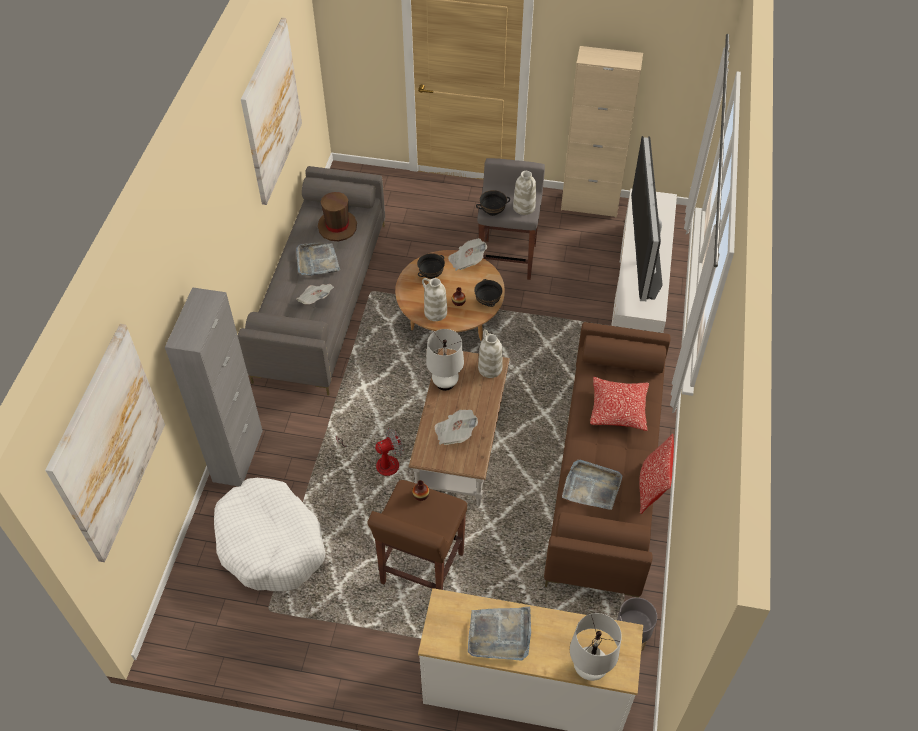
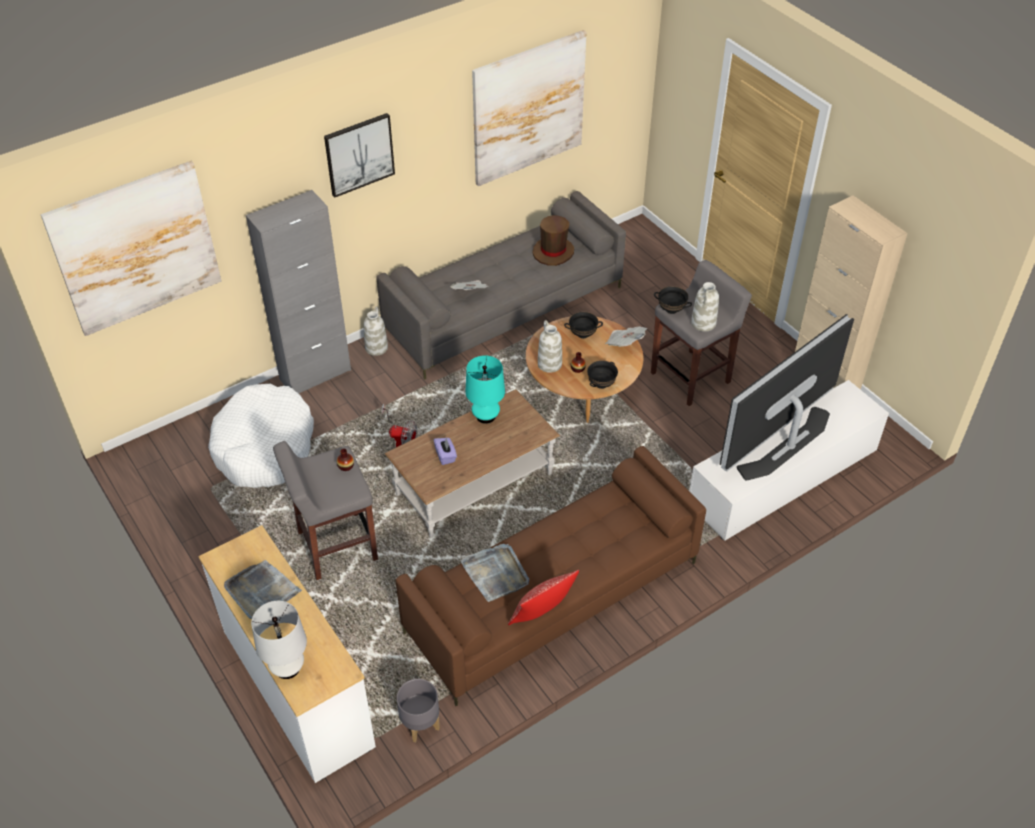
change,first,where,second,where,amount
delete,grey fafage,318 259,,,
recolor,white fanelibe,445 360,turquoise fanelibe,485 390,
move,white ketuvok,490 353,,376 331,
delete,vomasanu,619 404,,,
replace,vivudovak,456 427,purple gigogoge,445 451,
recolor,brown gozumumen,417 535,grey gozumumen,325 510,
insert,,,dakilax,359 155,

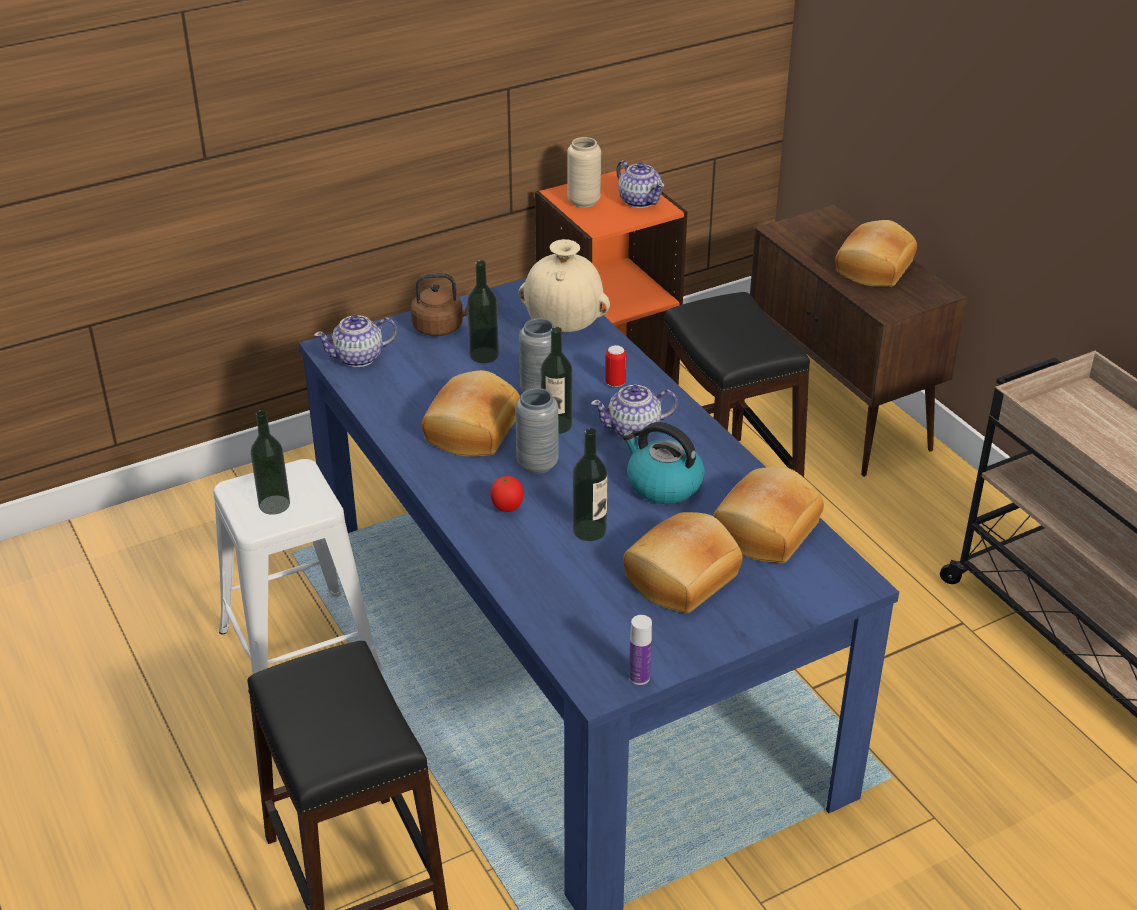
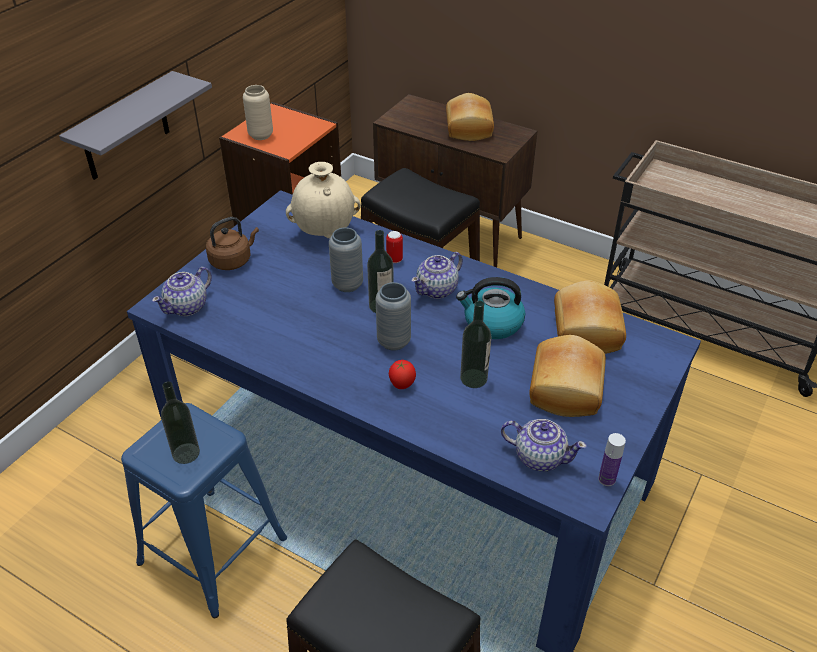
change,first,where,second,where,amount
move,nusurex,640 184,,544 445,
delete,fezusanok,483 311,,,
delete,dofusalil,470 413,,,
recolor,white gozumumen,298 567,blue gozumumen,204 510,
insert,,,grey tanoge,135 125,

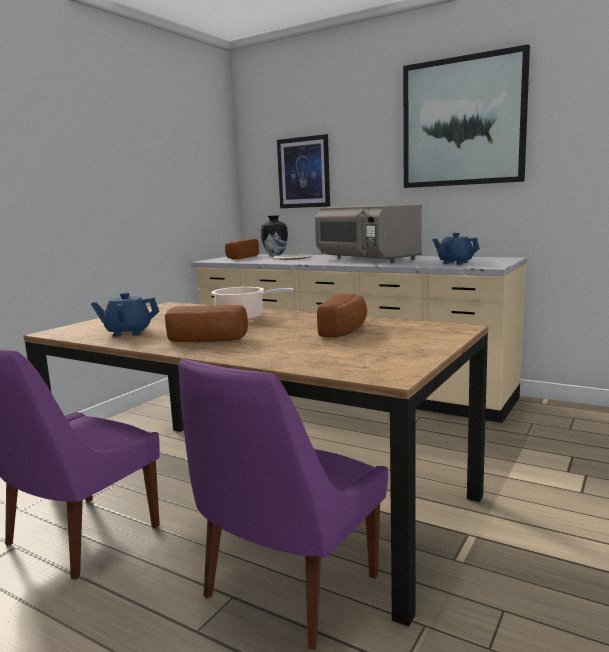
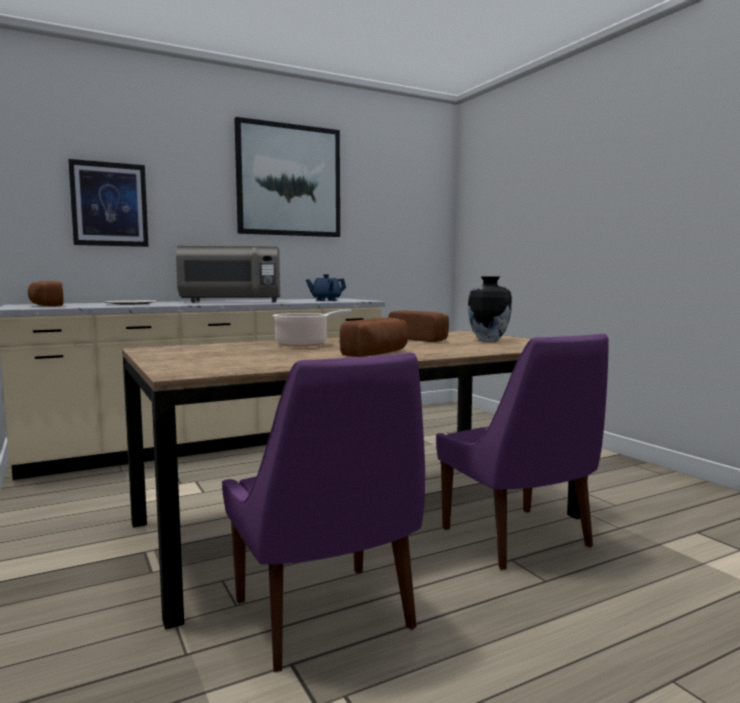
change,first,where,second,where,amount
move,ketuvok,274 235,,490 309,
delete,blue nusurex,125 314,,,

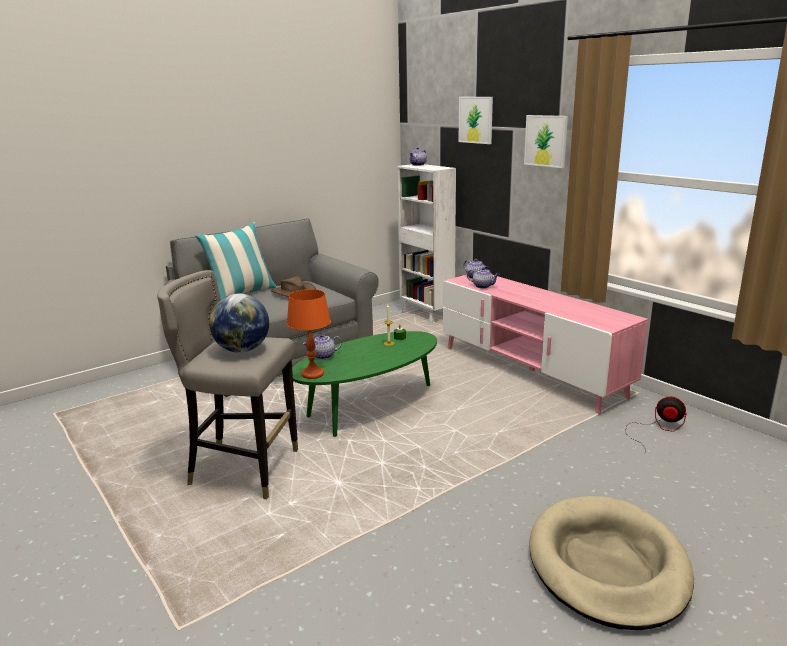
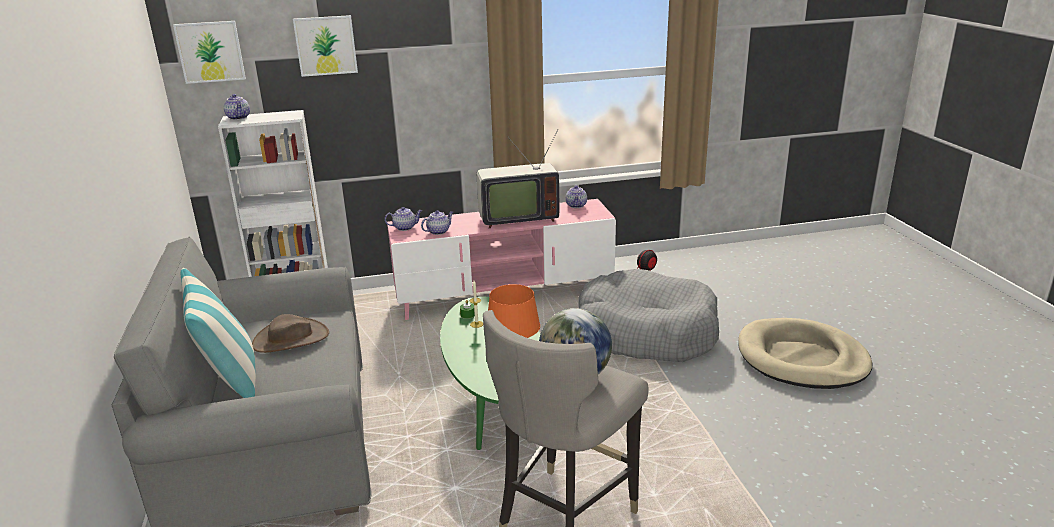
change,first,where,second,where,amount
move,dakilax,546 141,,209 52,
move,nusurex,322 347,,576 196,
insert,,,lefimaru,518 179,
insert,,,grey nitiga,648 315,

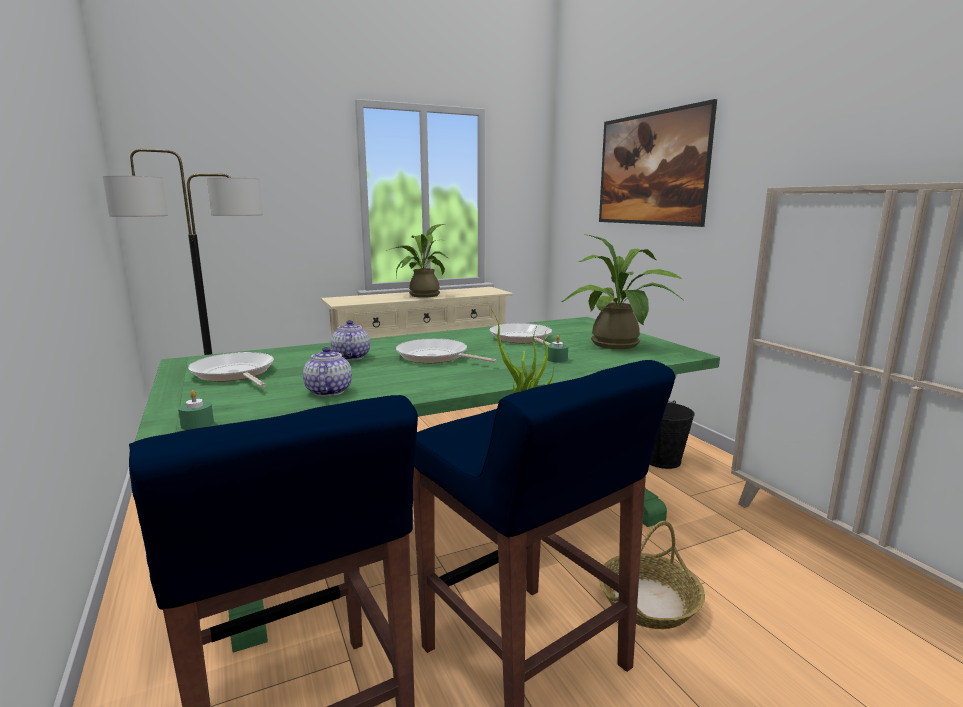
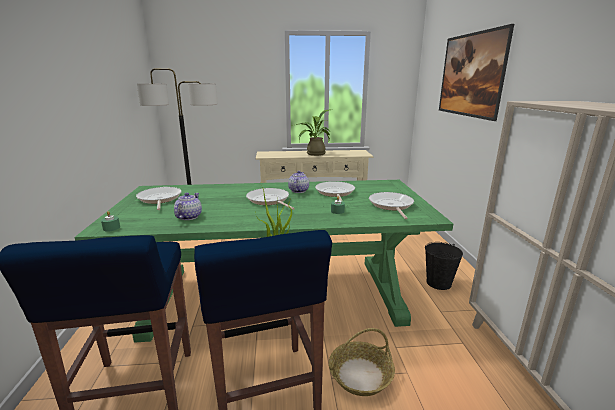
change,first,where,second,where,amount
replace,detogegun,622 291,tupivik,391 205,
move,nusurex,350 340,,298 182,

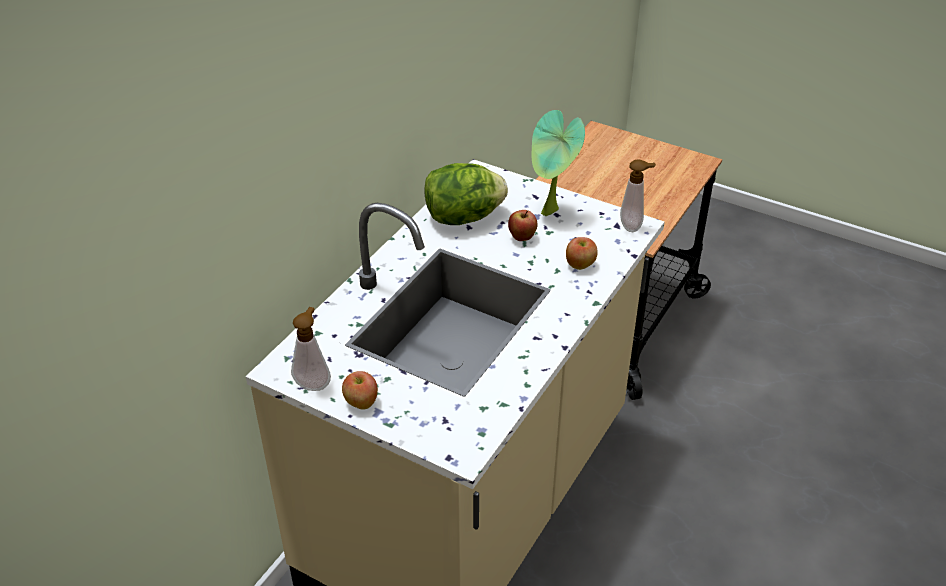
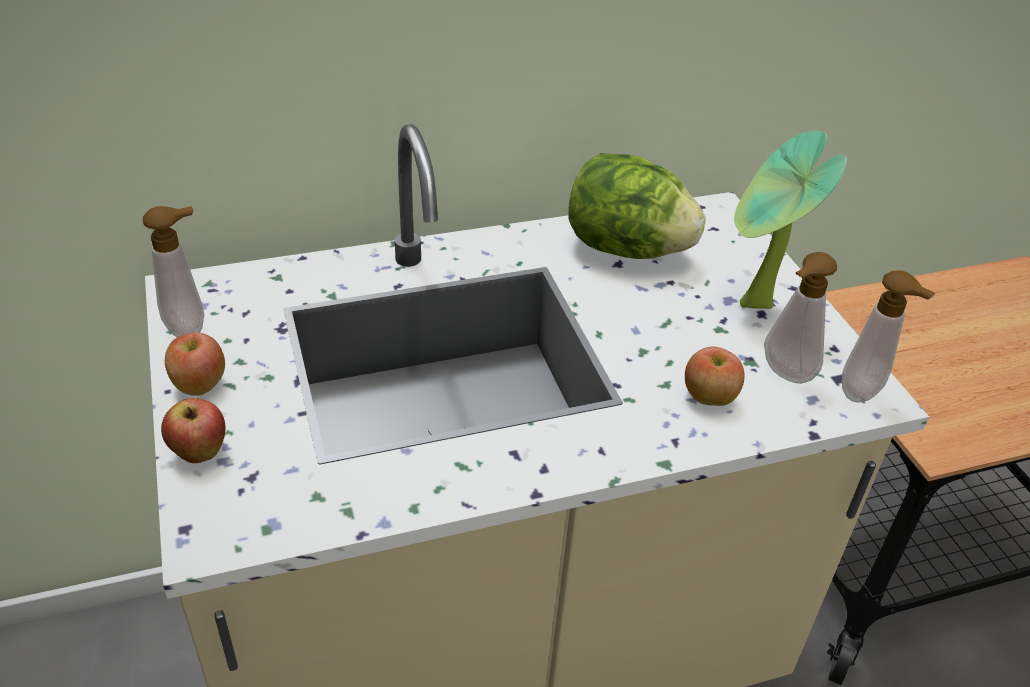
change,first,where,second,where,amount
move,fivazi,522 225,,193 430,
insert,,,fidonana,800 318,

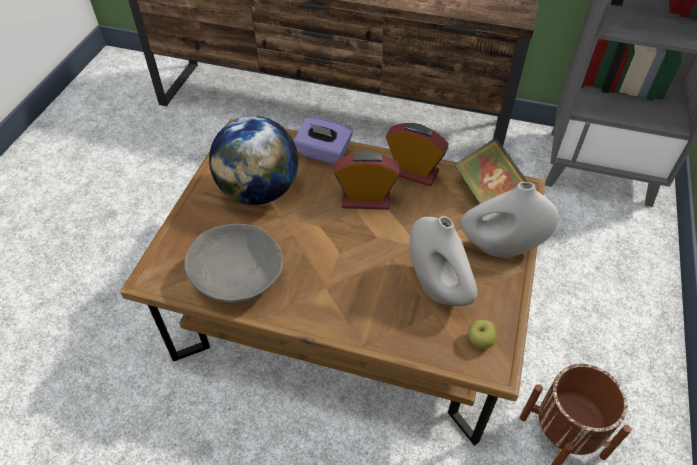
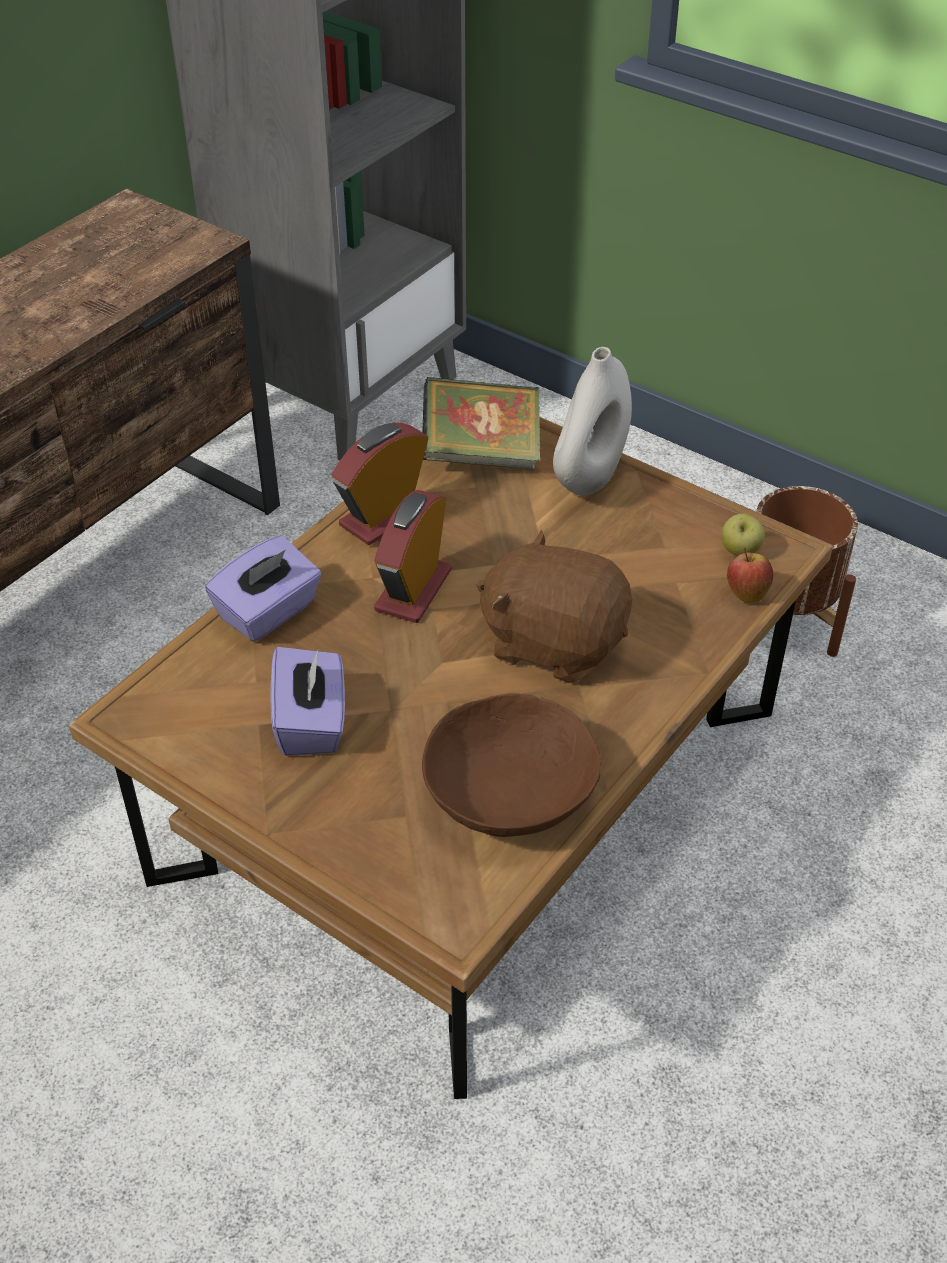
change,first,where,second,where,amount
replace,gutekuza,254 160,purple gigogoge,308 701,
delete,white ketuvok,444 261,,,
recolor,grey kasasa,233 263,brown kasasa,512 765,
insert,,,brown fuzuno,554 606,
insert,,,fivazi,750 574,

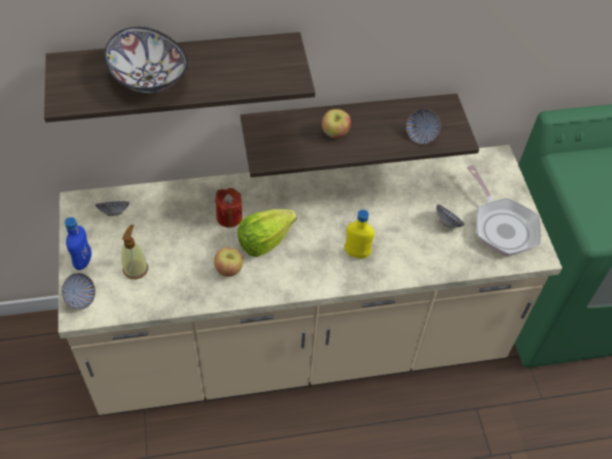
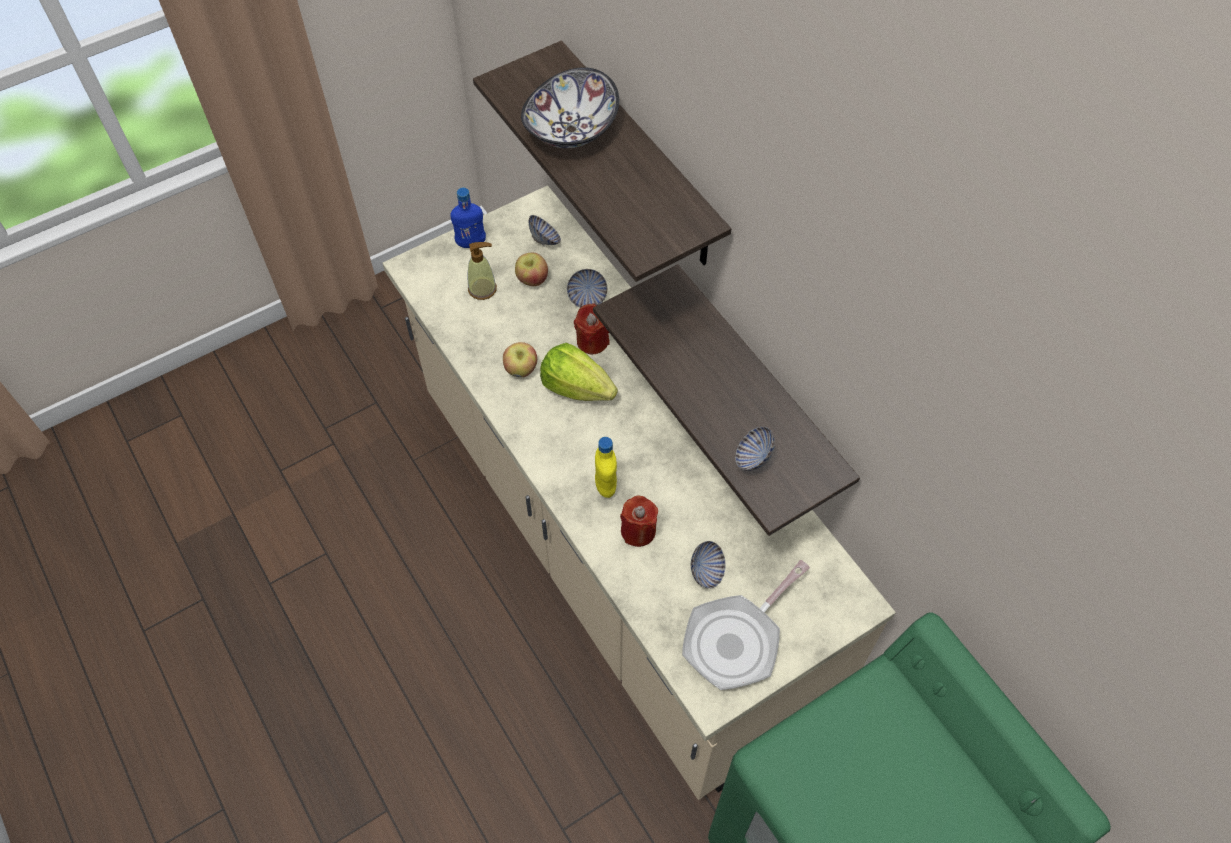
change,first,where,second,where,amount
move,fivazi,336 123,,531 269,
move,kasasa,79 291,,587 288,
insert,,,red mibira,639 521,

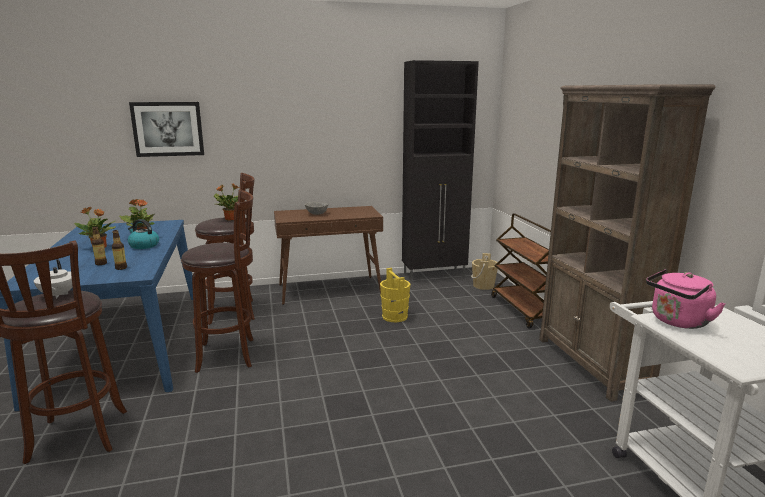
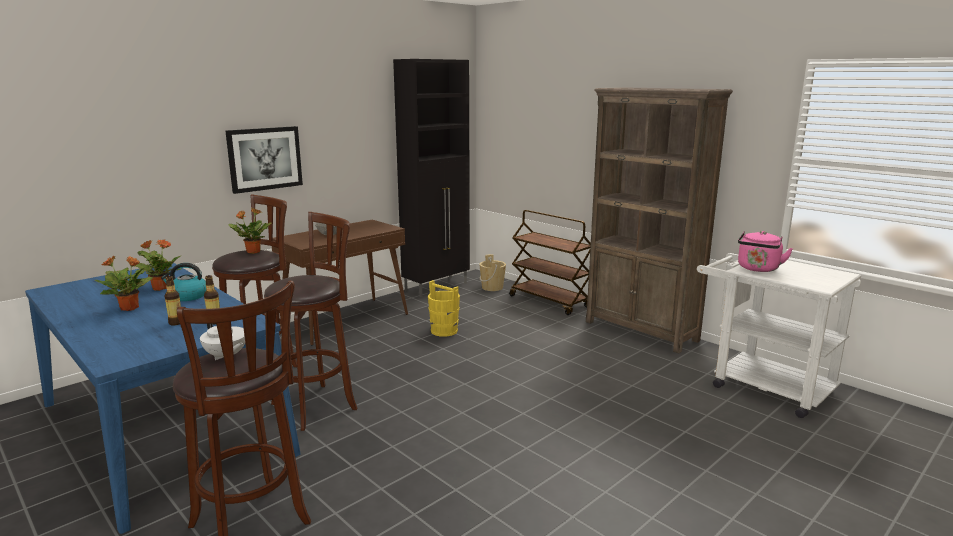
change,first,where,second,where,amount
move,dakilax,166 129,,264 160,

